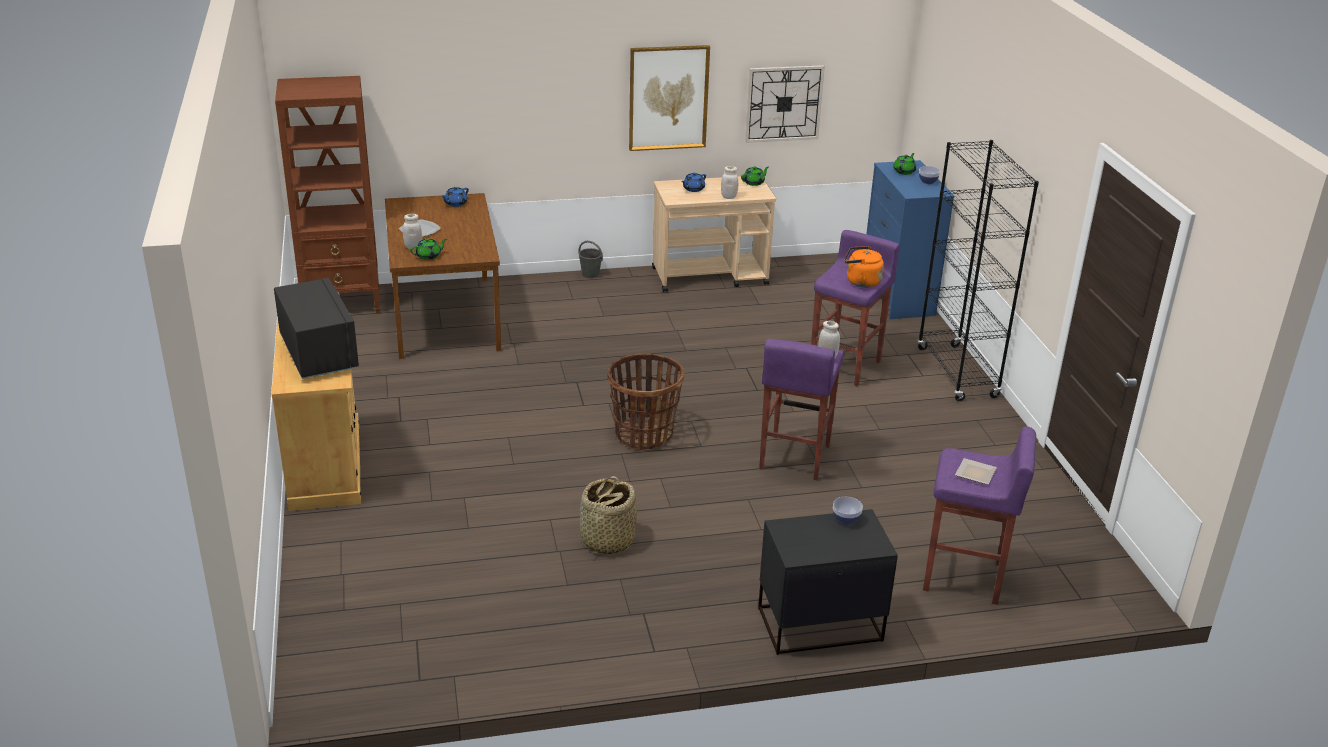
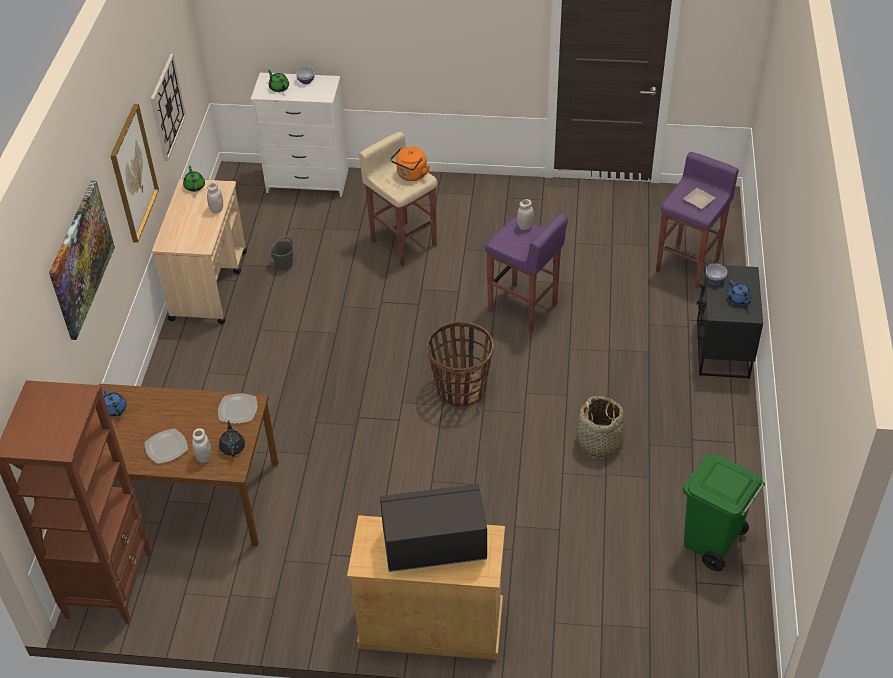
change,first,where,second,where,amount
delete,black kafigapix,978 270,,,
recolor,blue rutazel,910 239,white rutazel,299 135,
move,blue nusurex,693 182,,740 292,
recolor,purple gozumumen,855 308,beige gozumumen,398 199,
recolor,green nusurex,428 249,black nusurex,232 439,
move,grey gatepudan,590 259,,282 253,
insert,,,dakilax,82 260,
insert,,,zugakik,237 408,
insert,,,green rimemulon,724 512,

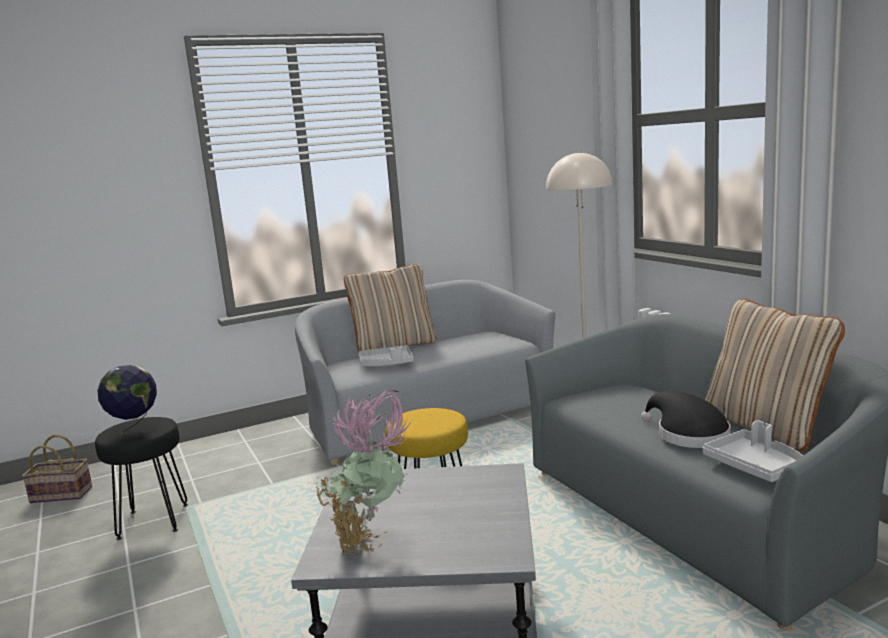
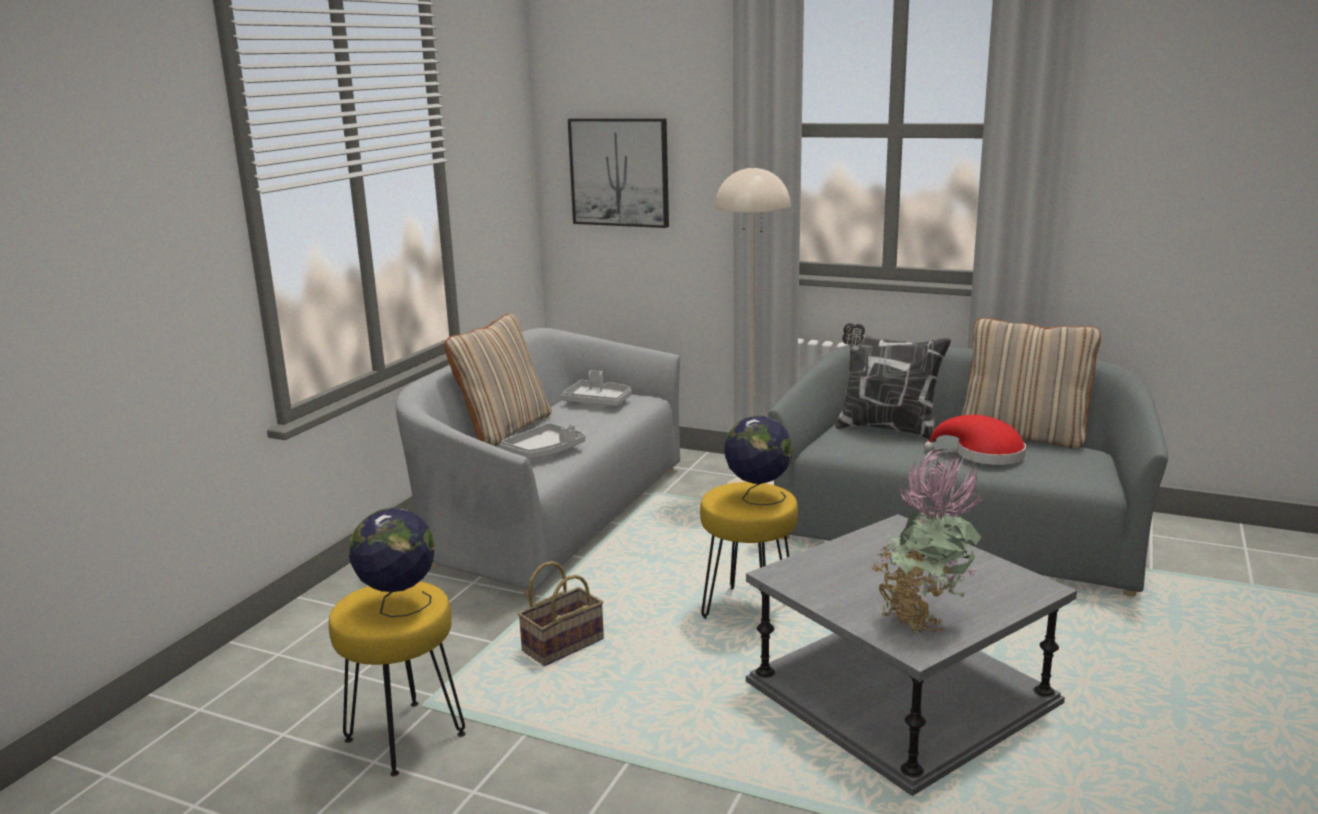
change,first,where,second,where,amount
recolor,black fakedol,686 419,red fakedol,975 440,
recolor,black gozumumen,141 478,yellow gozumumen,397 678,
move,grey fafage,753 451,,596 388,
move,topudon,57 469,,561 613,
insert,,,dakilax,618 173,
insert,,,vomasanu,893 382,
insert,,,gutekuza,758 460,

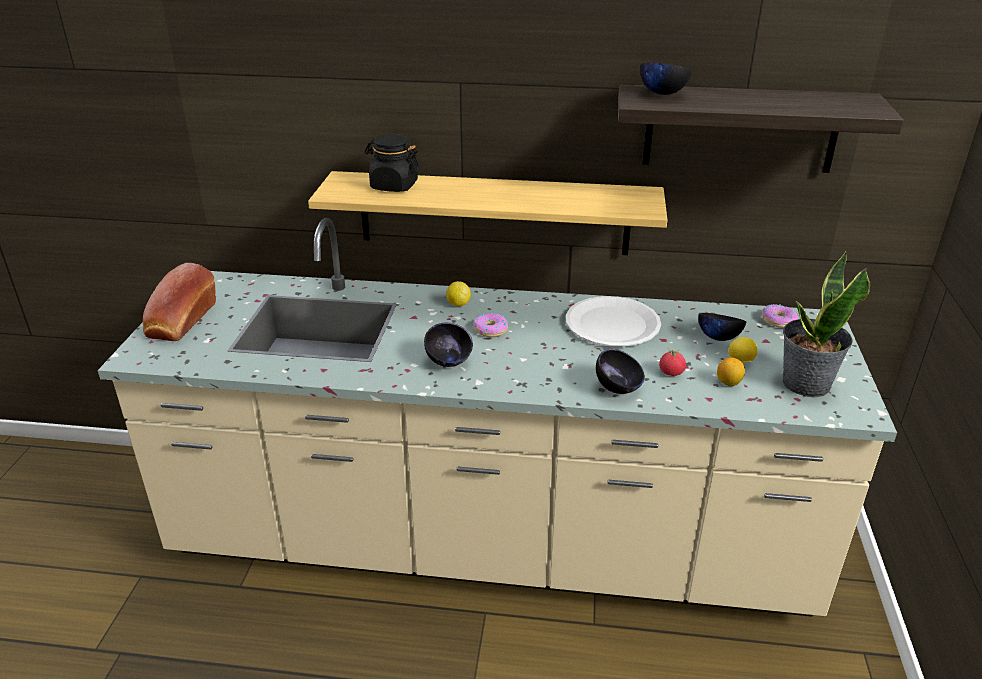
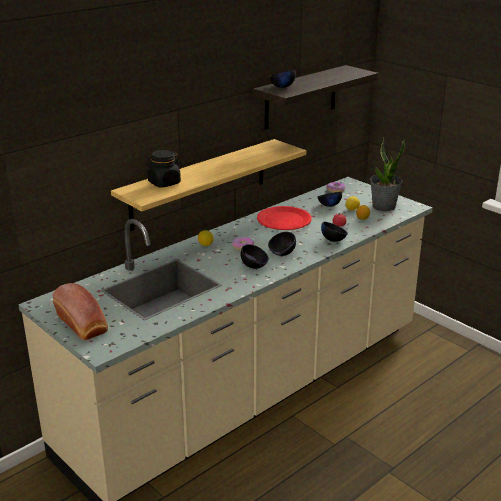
change,first,where,second,where,amount
recolor,white zugakik,613 321,red zugakik,284 218,
insert,,,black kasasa,282 244,

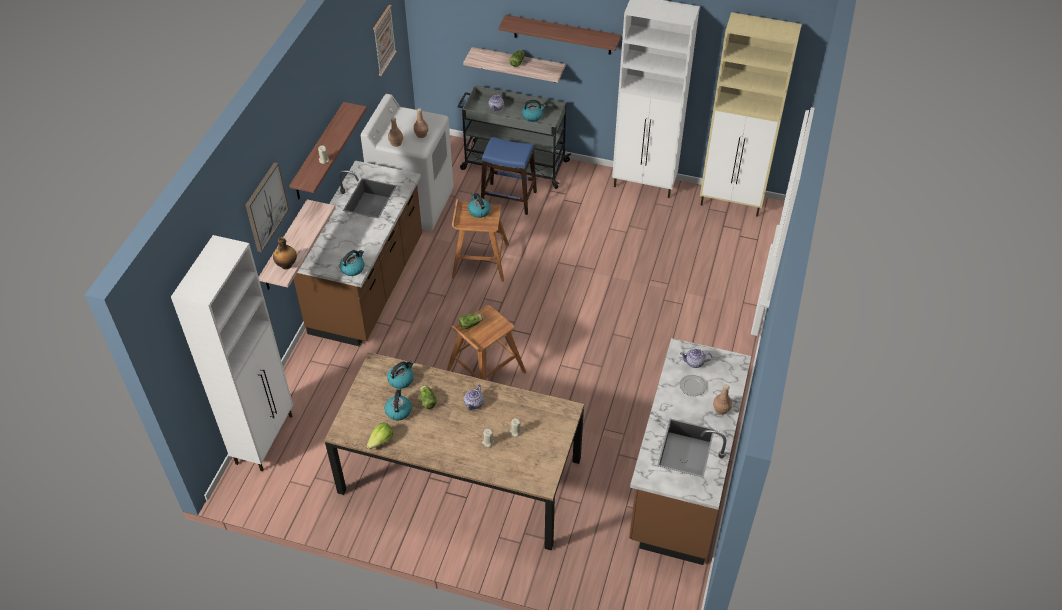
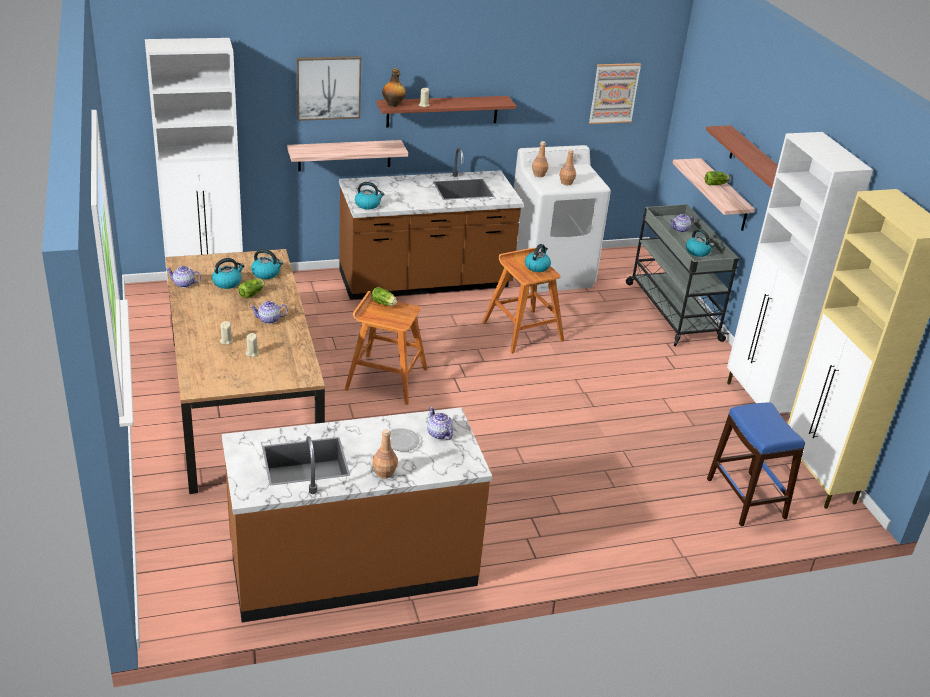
change,first,where,second,where,amount
move,blue gozumumen,509 176,,756 464,
move,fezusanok,285 253,,394 87,
replace,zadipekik,379 436,nusurex,183 277,

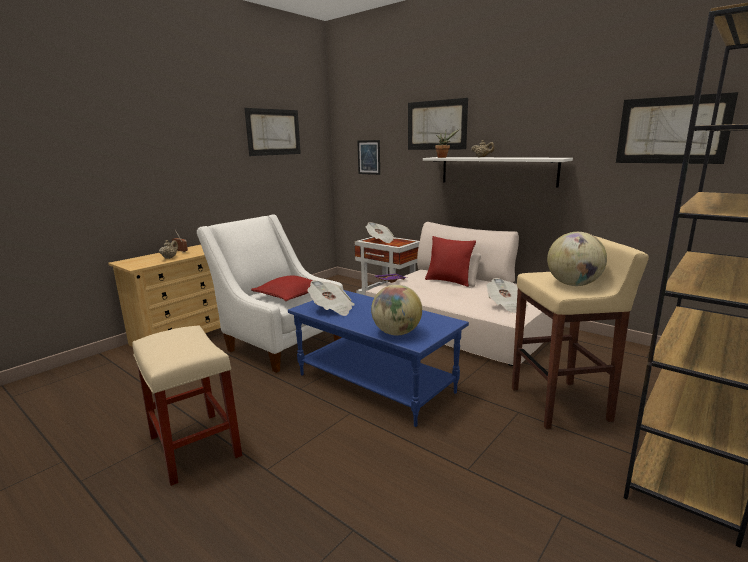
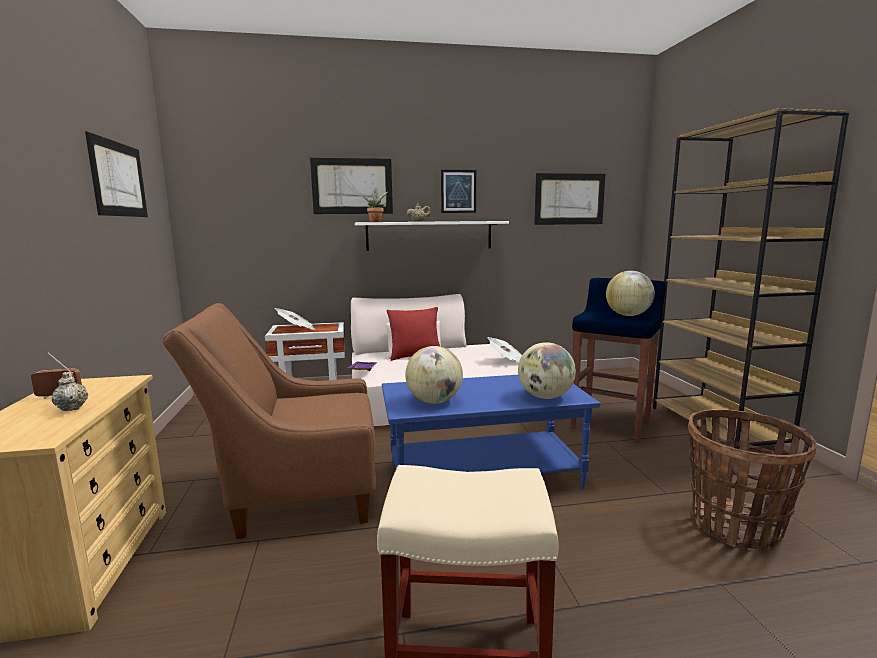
change,first,where,second,where,amount
move,dakilax,368 157,,458 191,
recolor,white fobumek,270 294,brown fobumek,269 421,
recolor,beige gozumumen,580 332,blue gozumumen,618 360,
delete,red vomasanu,281 288,,,
replace,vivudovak,330 298,gutekuza,434 375,
insert,,,topudon,752 479,

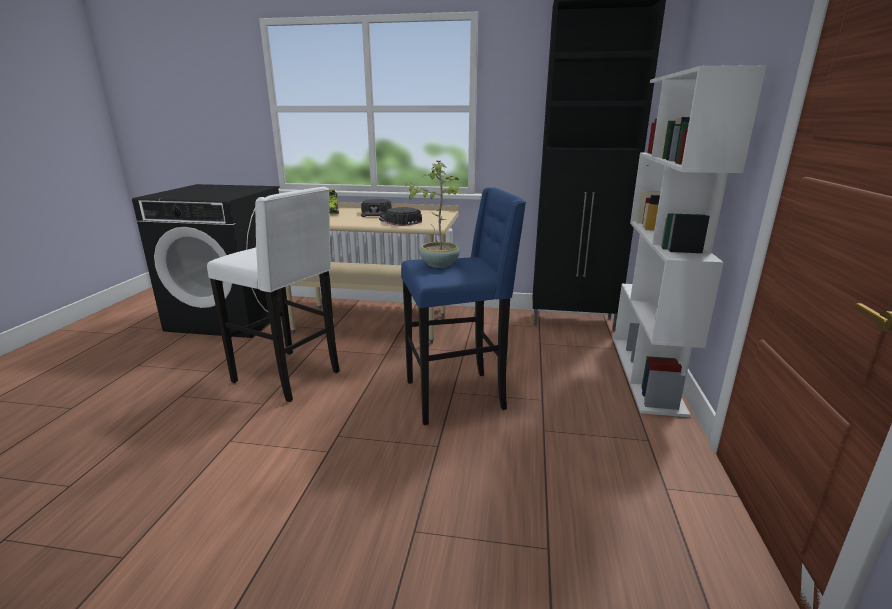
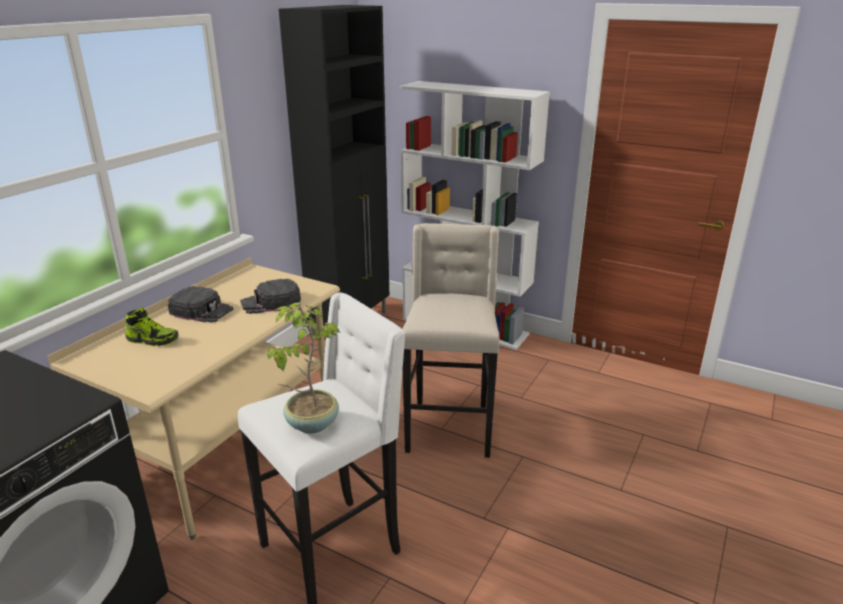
change,first,where,second,where,amount
move,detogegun,435 214,,304 367,
recolor,blue gozumumen,463 306,beige gozumumen,451 340,

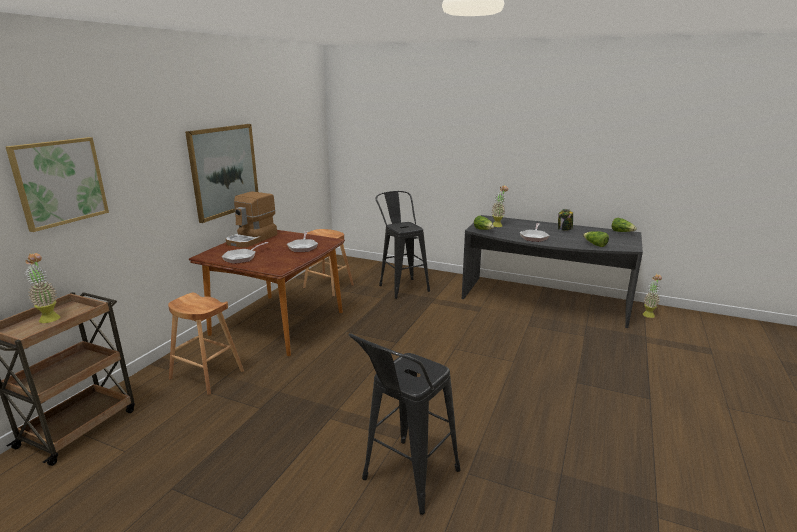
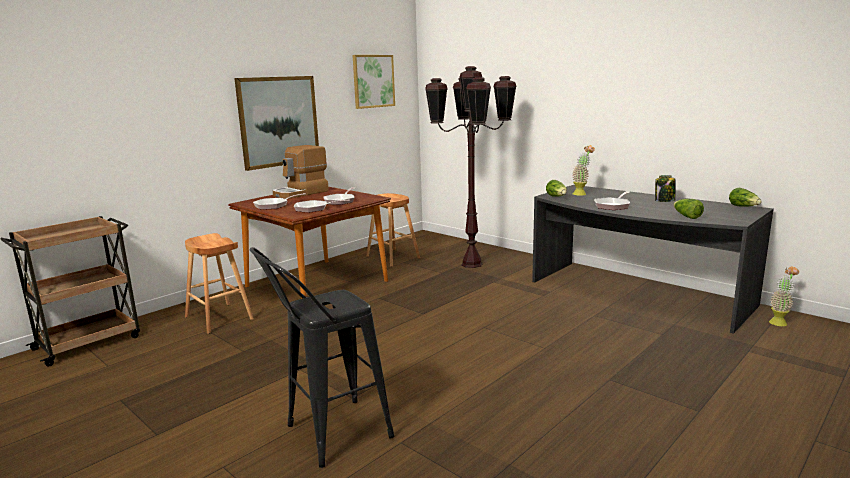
change,first,where,second,where,amount
move,dakilax,57 184,,374 82,
replace,black gozumumen,403 245,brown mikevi,471 167,
delete,detogegun,42 288,,,
insert,,,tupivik,322 206,

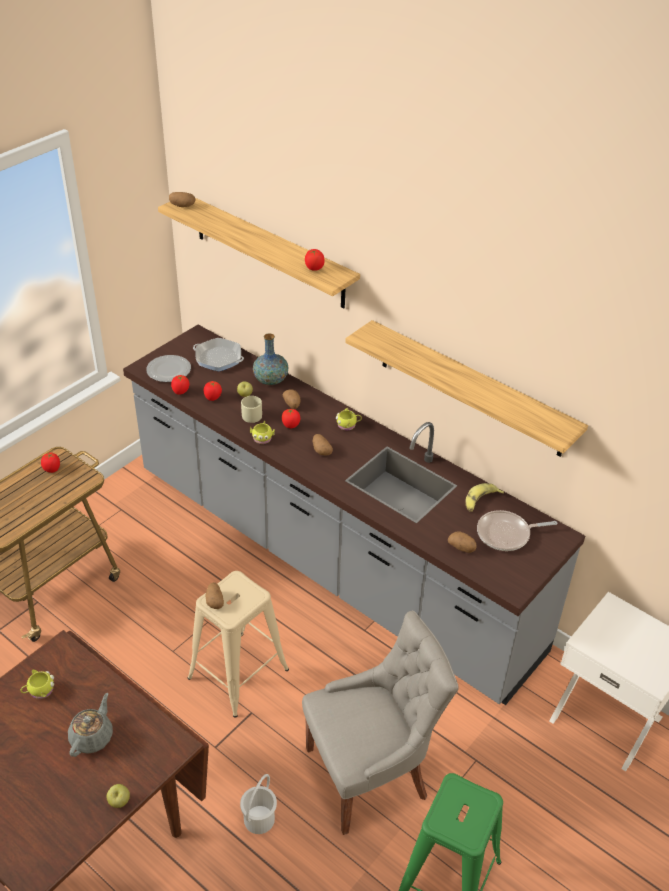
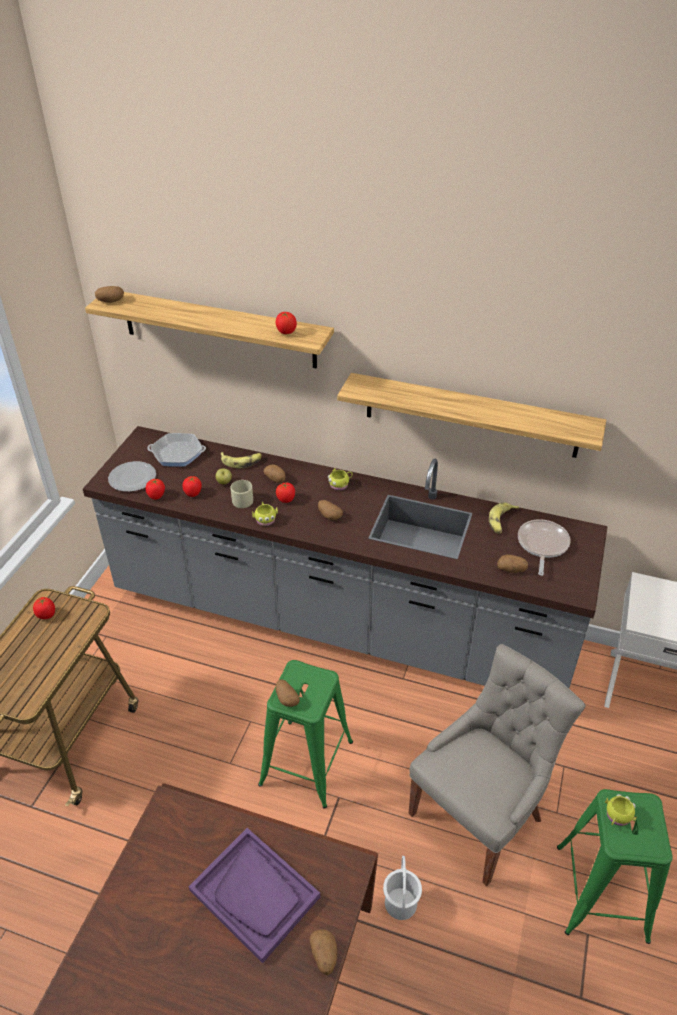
change,first,where,second,where,amount
replace,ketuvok,270 359,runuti,241 460,
rotate,tupivik,517 530,,544 547,135 degrees clockwise
recolor,beige gozumumen,238 644,green gozumumen,305 734,
move,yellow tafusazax,37 684,,621 810,
replace,grey nusurex,90 725,purple fafage,254 895,
replace,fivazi,118 796,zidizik,323 952,

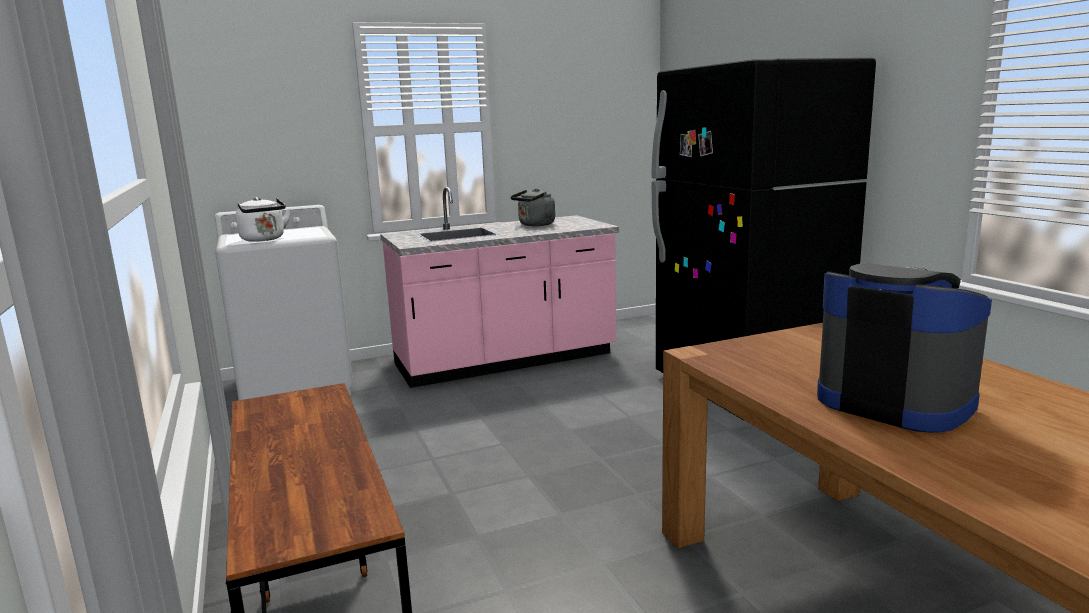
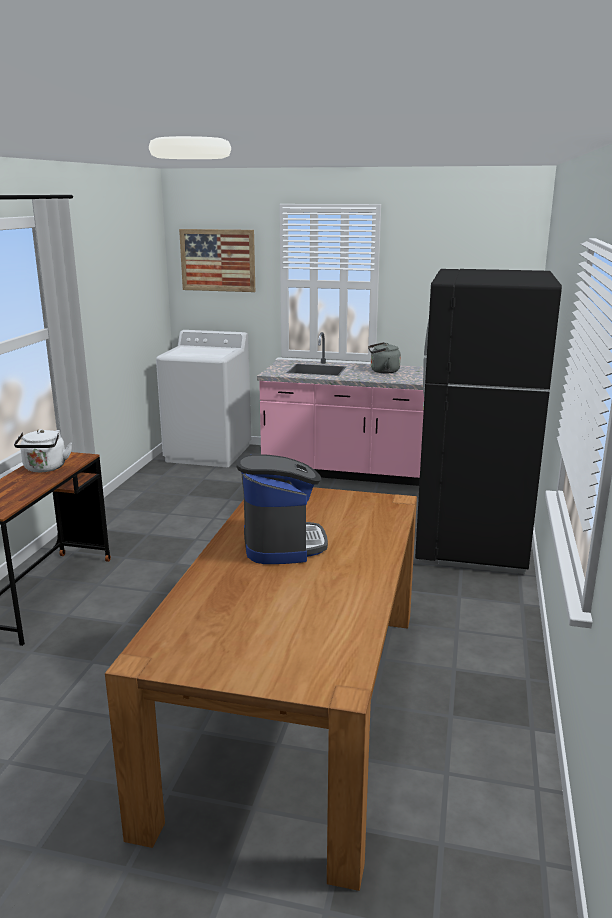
change,first,where,second,where,amount
move,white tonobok,263 219,,43 450,
insert,,,dakilax,217 260,

